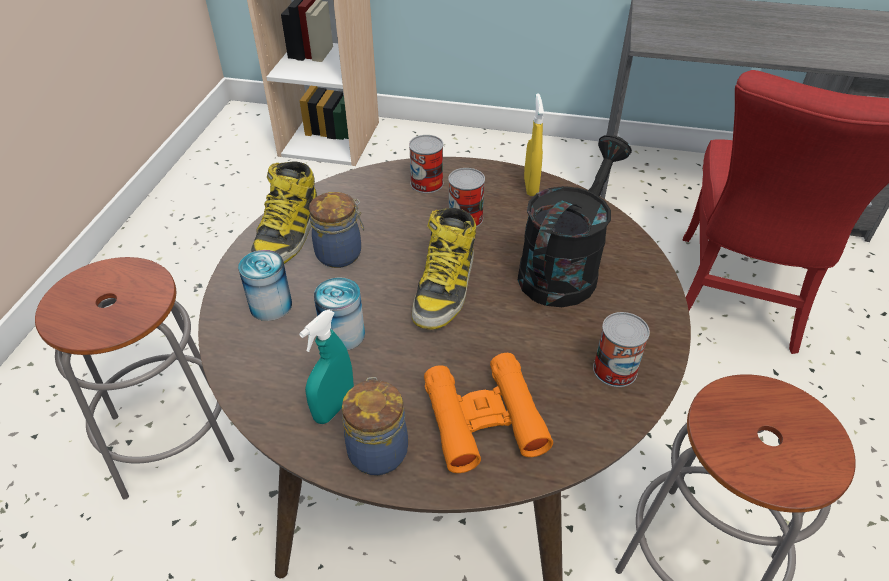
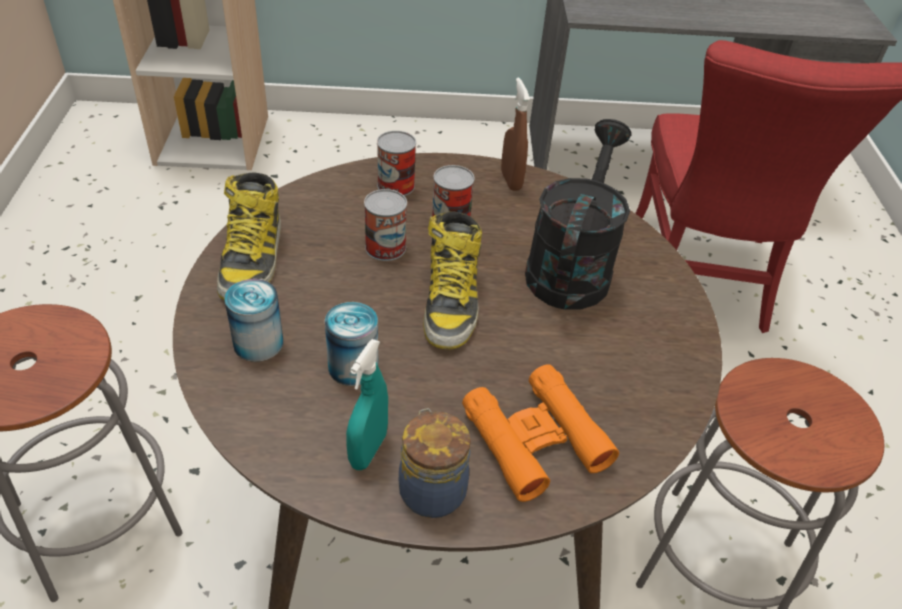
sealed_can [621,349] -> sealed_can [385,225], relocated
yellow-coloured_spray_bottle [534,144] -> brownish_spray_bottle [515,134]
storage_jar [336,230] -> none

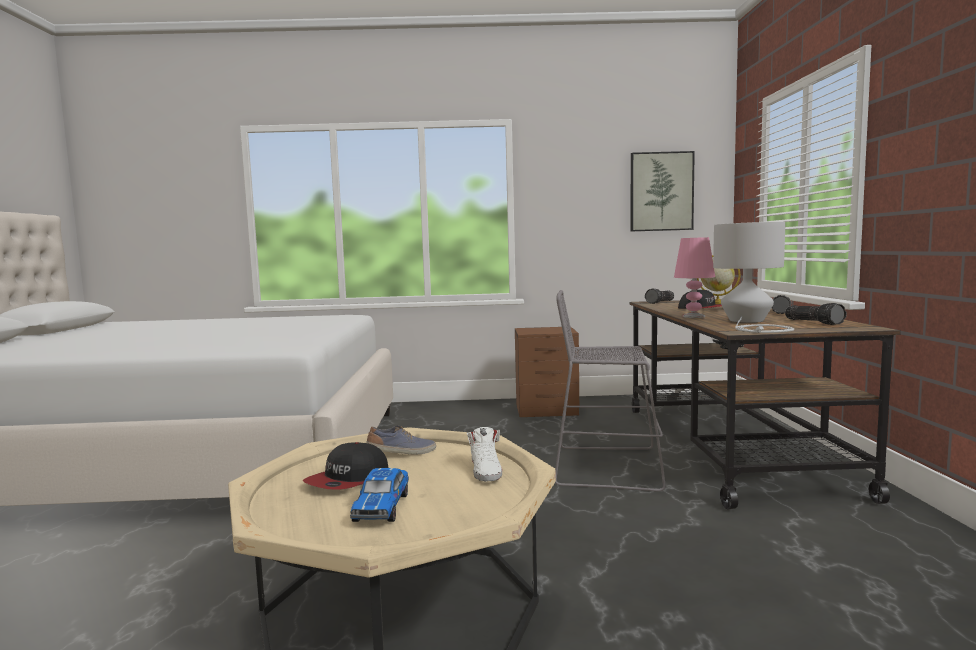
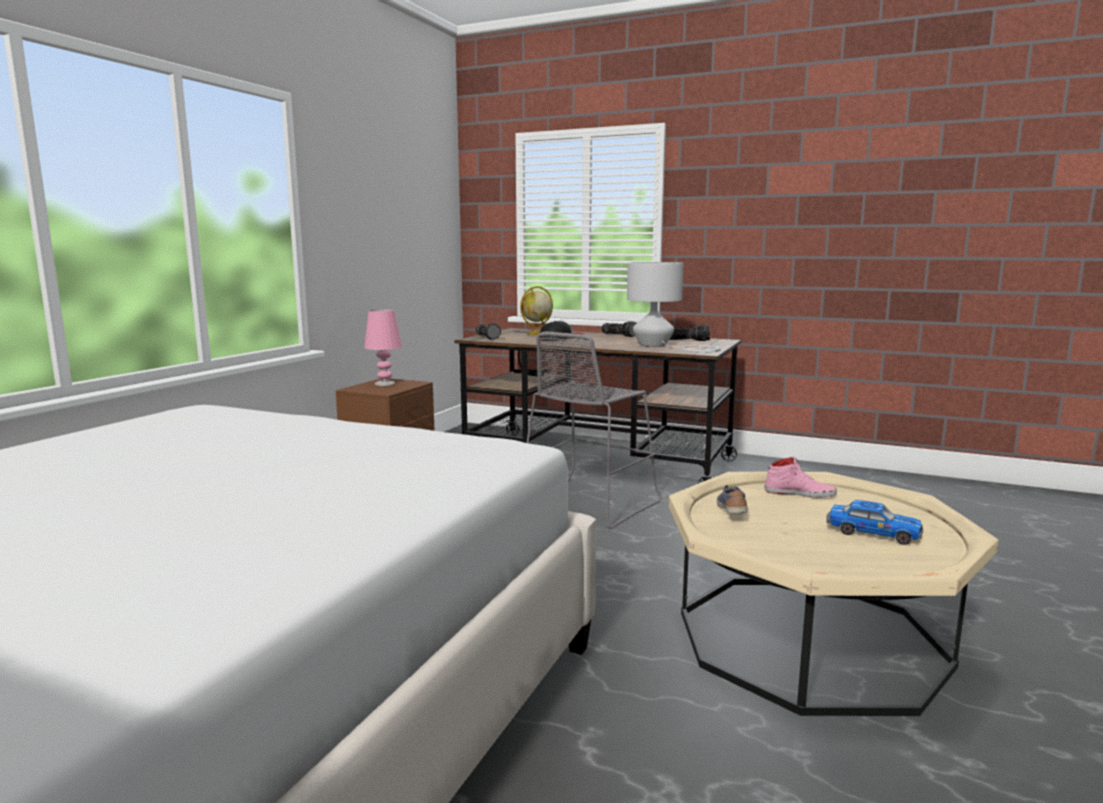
pinkish_tabletop_lamp [694,277] -> pinkish_tabletop_lamp [383,347], relocated
white-coloured_shoe [484,454] -> pinkish_shoe [801,477]
peaked_cap [345,466] -> none
wall_picture [663,191] -> none

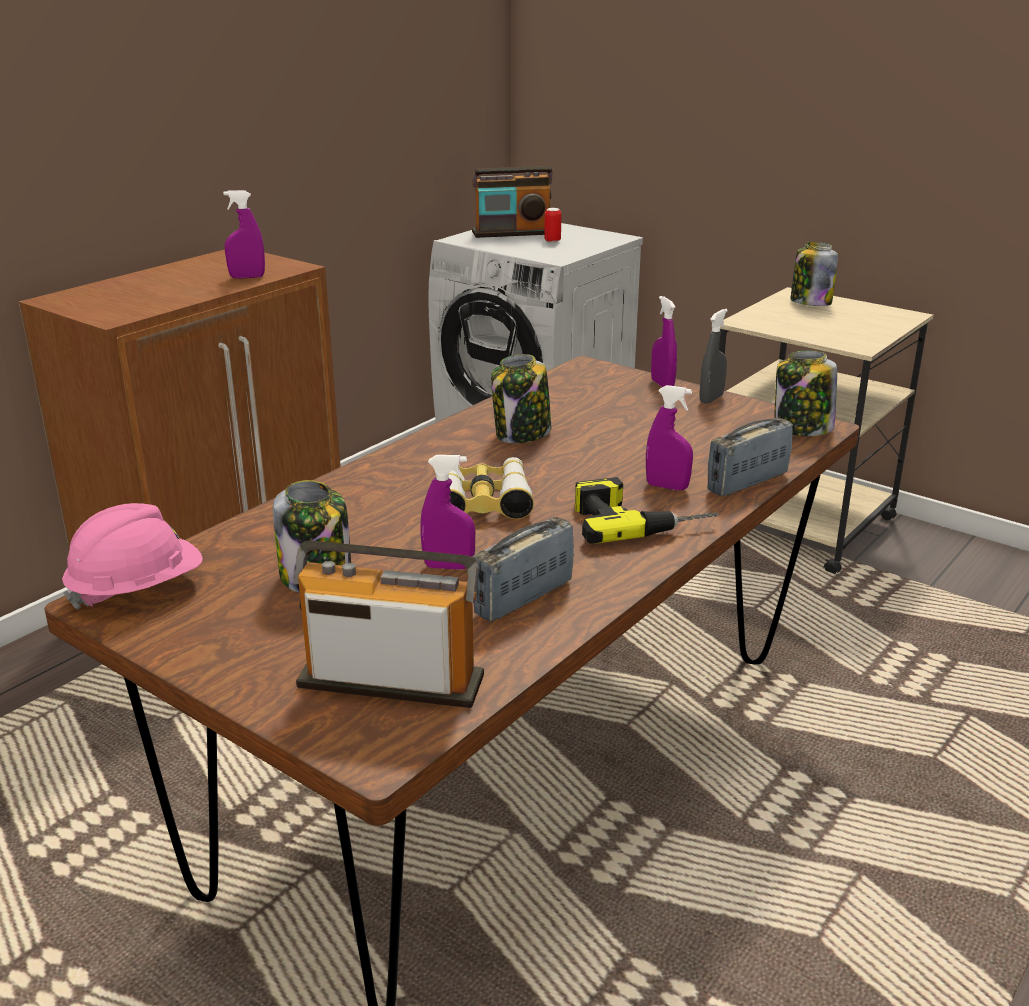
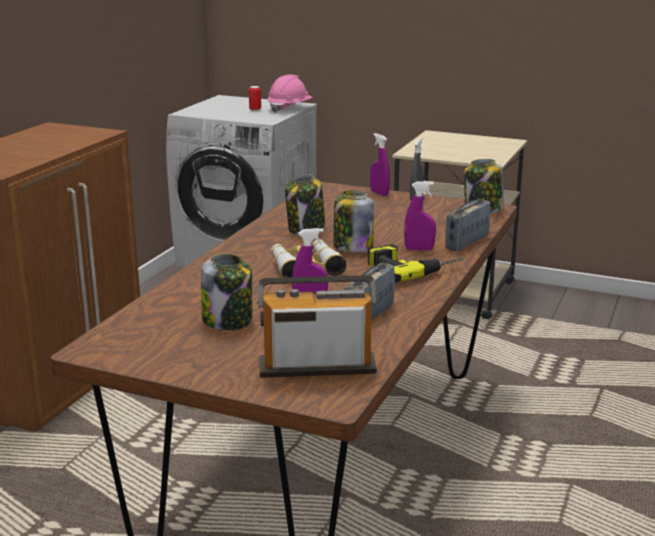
pinkish_hard_hat [132,556] -> pinkish_hard_hat [290,94], relocated
storage_jar [814,274] -> storage_jar [354,221], relocated
purple-coloured_spray_bottle [244,234] -> none
radio_receiver [512,202] -> none

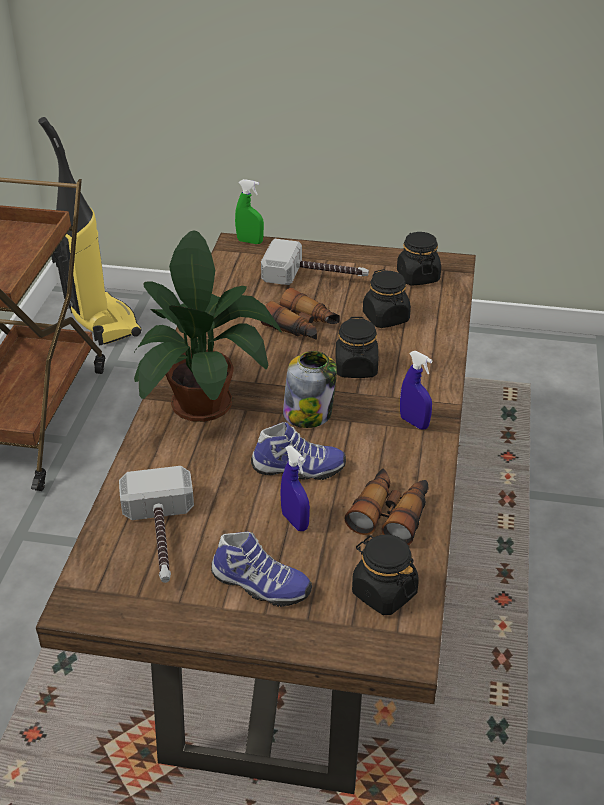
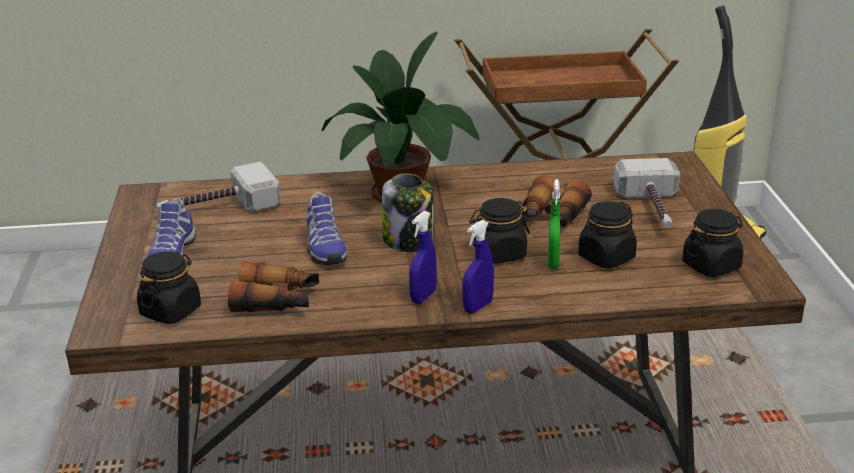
bluish_spray_bottle [295,488] -> bluish_spray_bottle [478,266], relocated
green-coloured_spray_bottle [249,211] -> green-coloured_spray_bottle [554,224], relocated

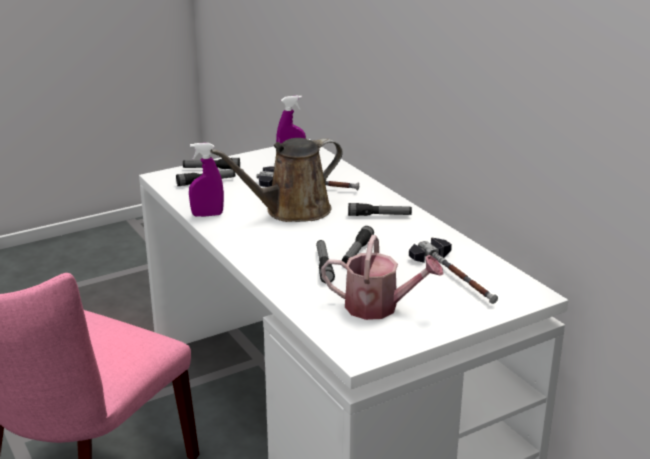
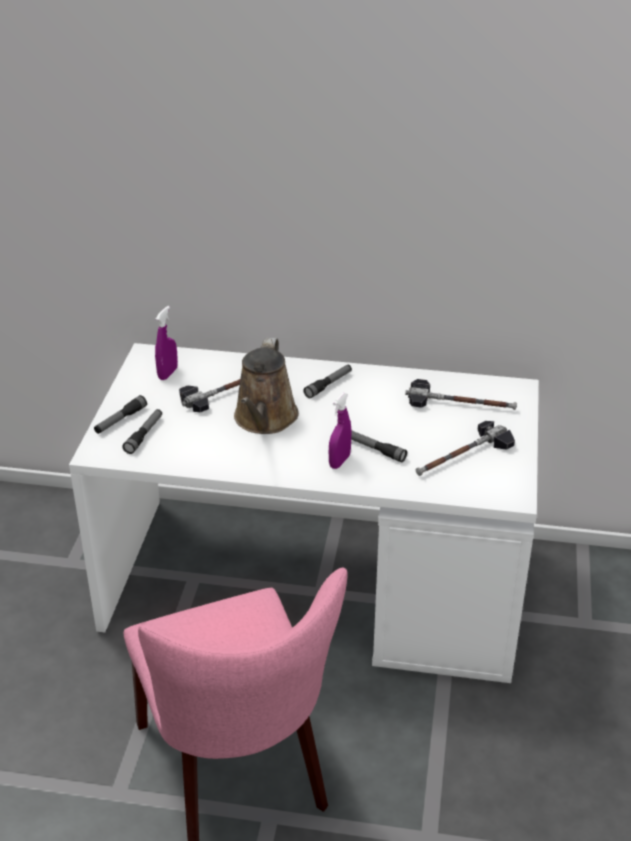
purple-coloured_spray_bottle [206,180] -> purple-coloured_spray_bottle [340,431], relocated
sprinkling_can [382,277] -> hammer [465,448]
hand_torch [358,244] -> none

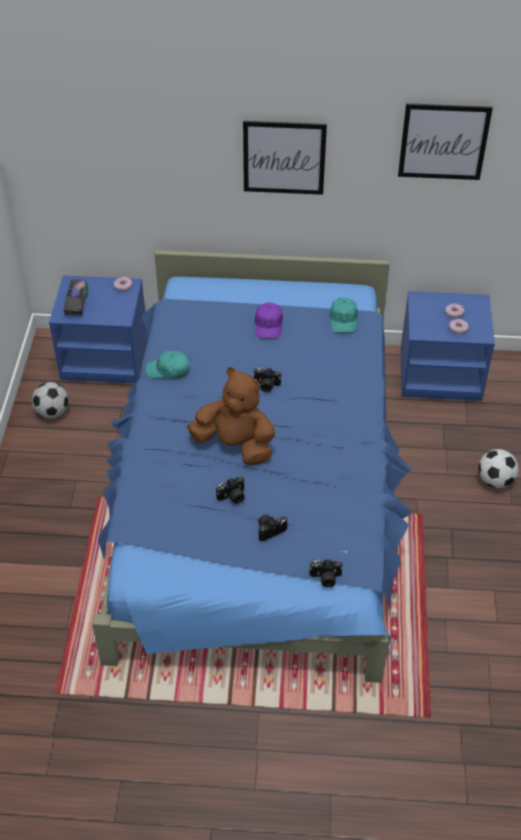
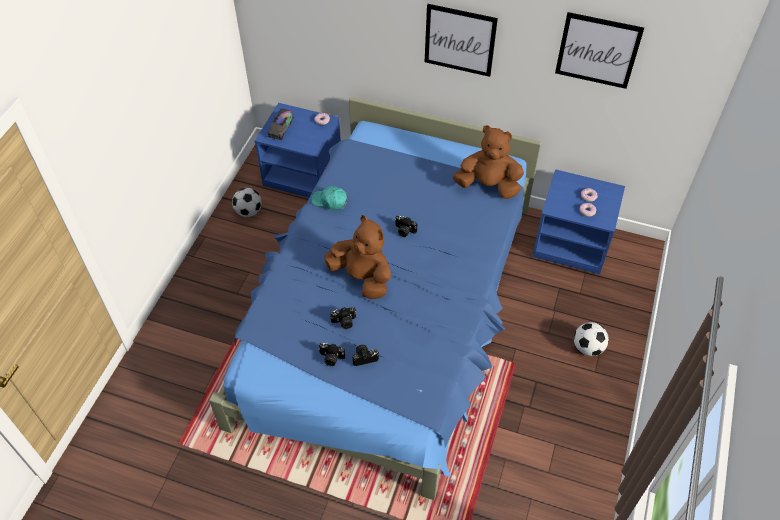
still_camera [326,573] -> still_camera [331,354], relocated
blue-green_peaked_cap [344,315] -> brownish_cuddly_toy [488,162]
purple-coloured_peaked_cap [269,320] -> none

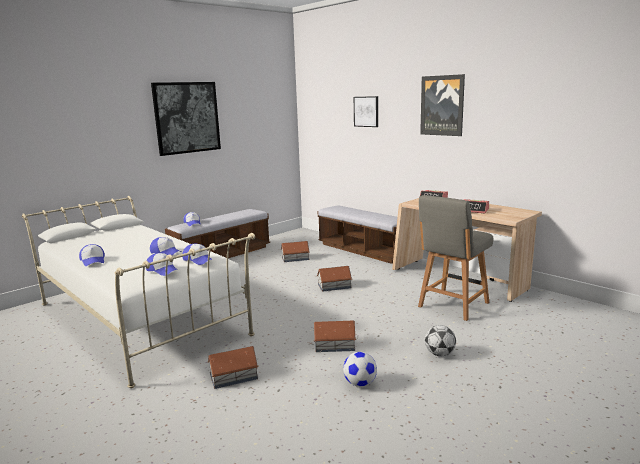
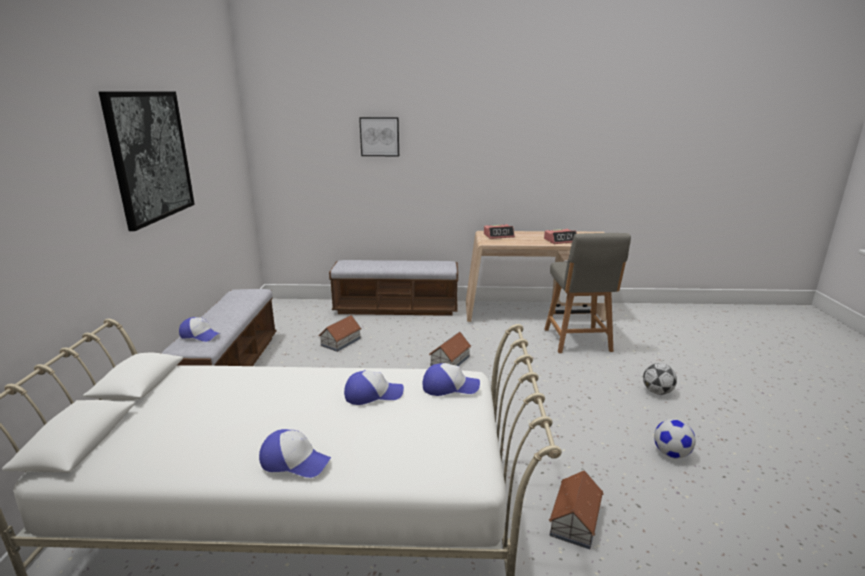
peaked_cap [162,264] -> none
toy_house [335,336] -> none
wall_picture [442,105] -> none

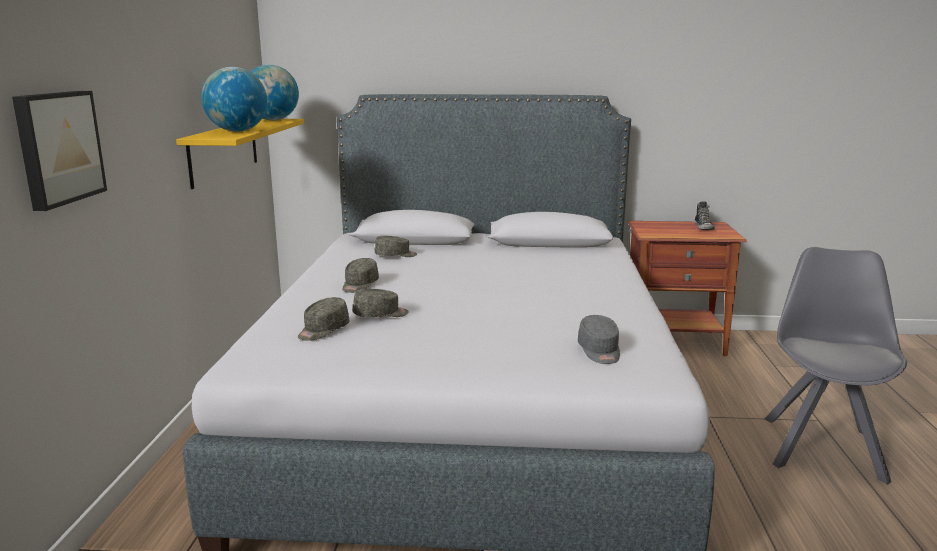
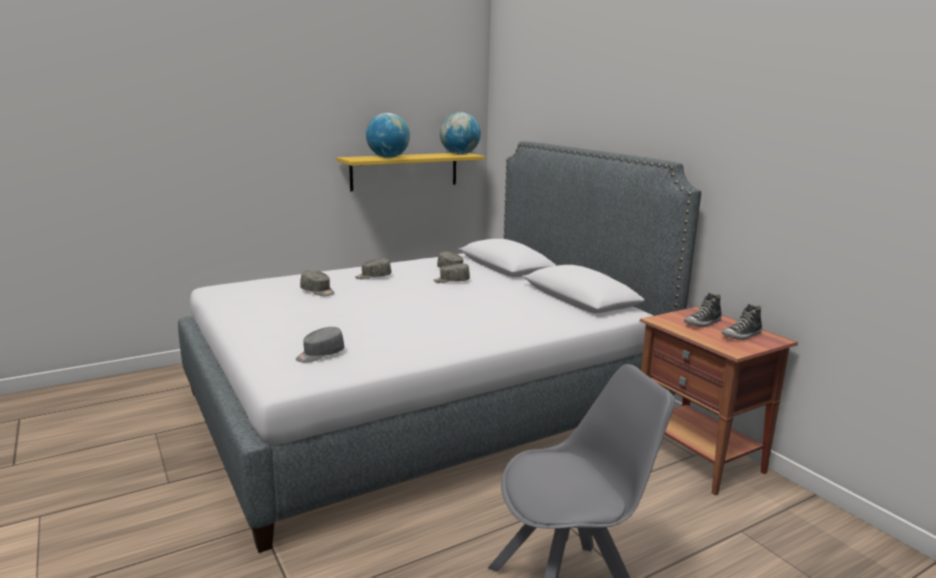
greyish_peaked_cap [323,319] -> greyish_peaked_cap [451,273], relocated
none -> shoe [703,310]
wall_picture [59,151] -> none

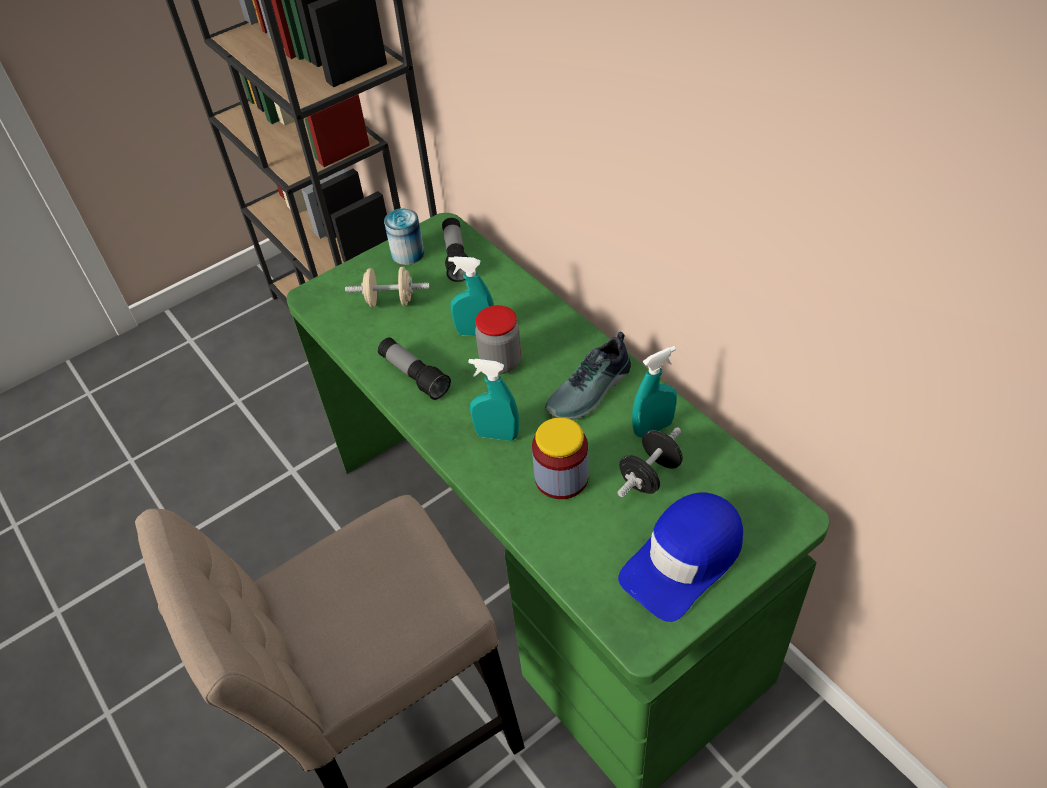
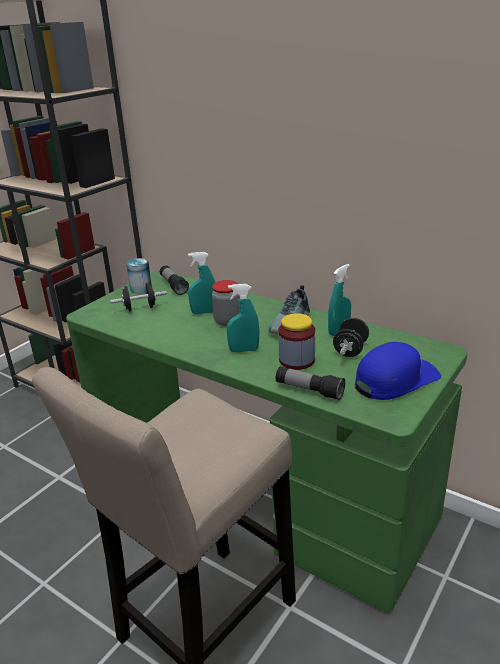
beige_free_weight [387,287] -> blackish_free_weight [138,297]
hand_torch [414,369] -> hand_torch [310,383], relocated
bluish_peaked_cap [680,557] -> bluish_peaked_cap [398,371], 150 degrees counterclockwise

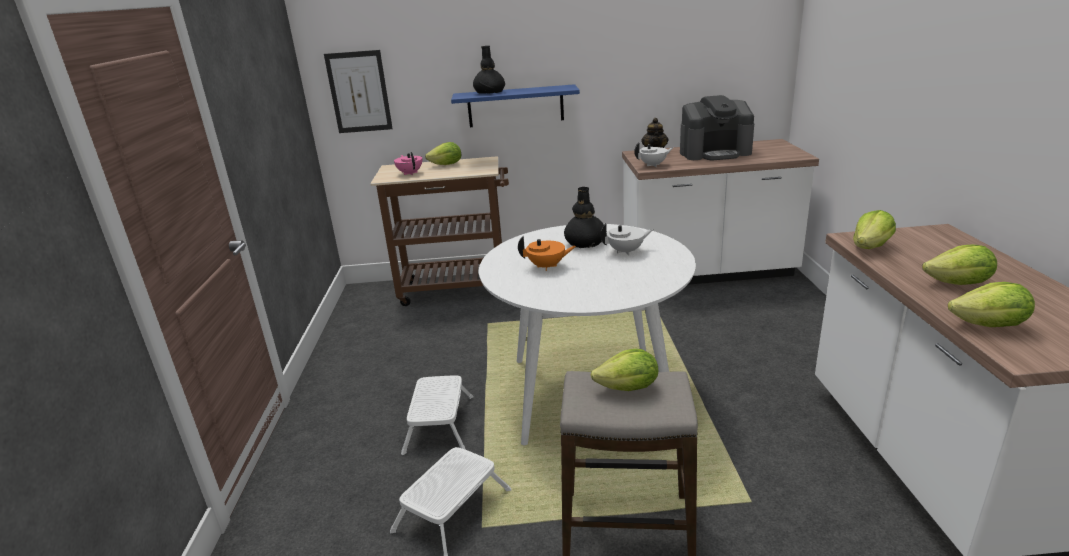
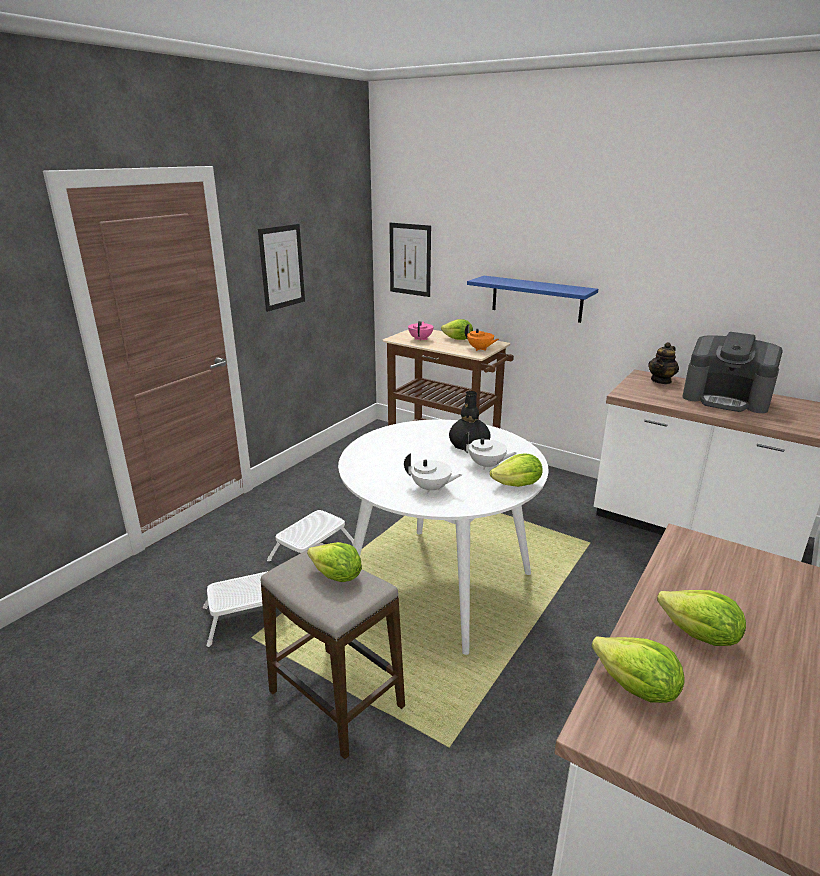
none -> wall_picture [281,268]
white-coloured_tea_pot [653,154] -> white-coloured_tea_pot [433,473], relocated
orange-coloured_tea_pot [547,253] -> orange-coloured_tea_pot [482,337], relocated
head_of_lettuce [874,229] -> head_of_lettuce [516,470], relocated
blackish_flower_vase [489,70] -> none

